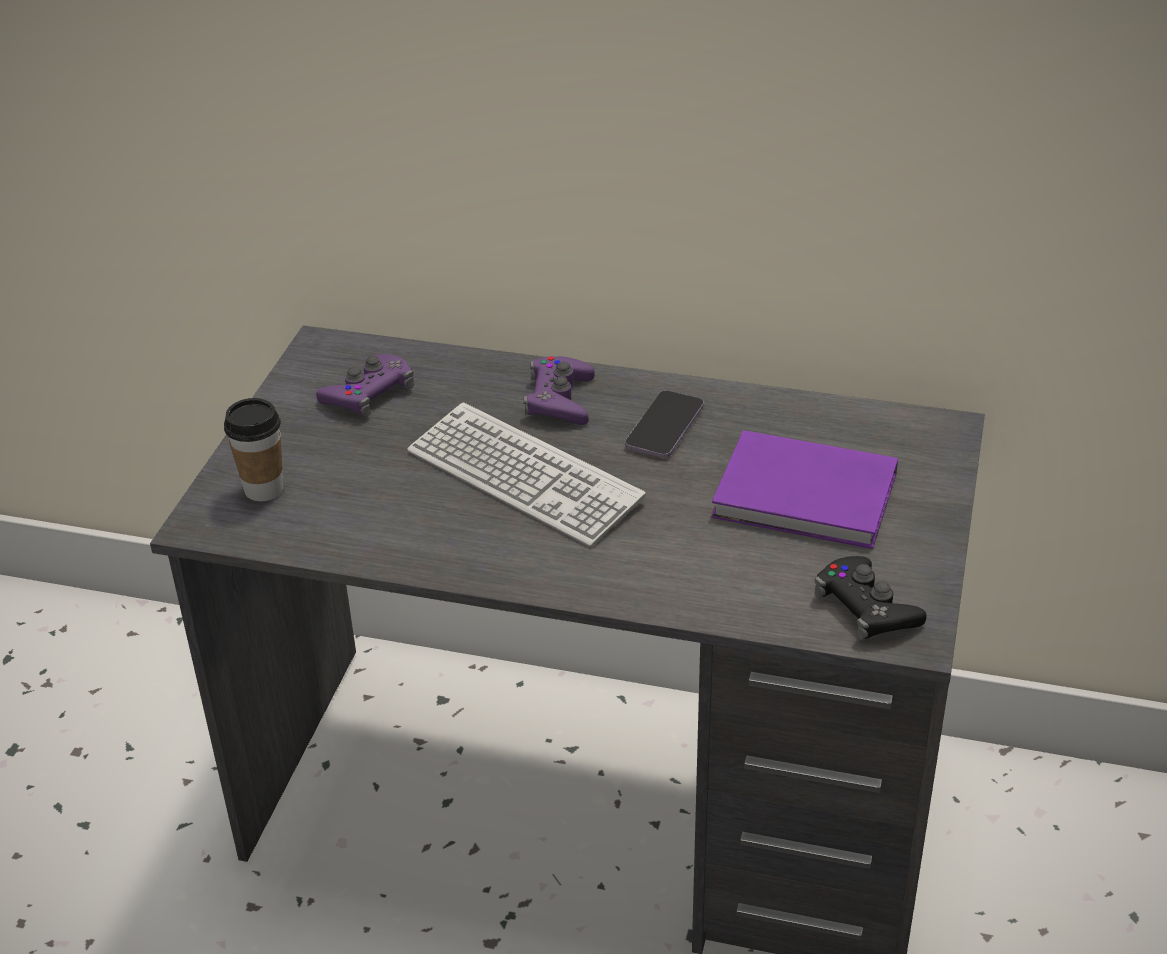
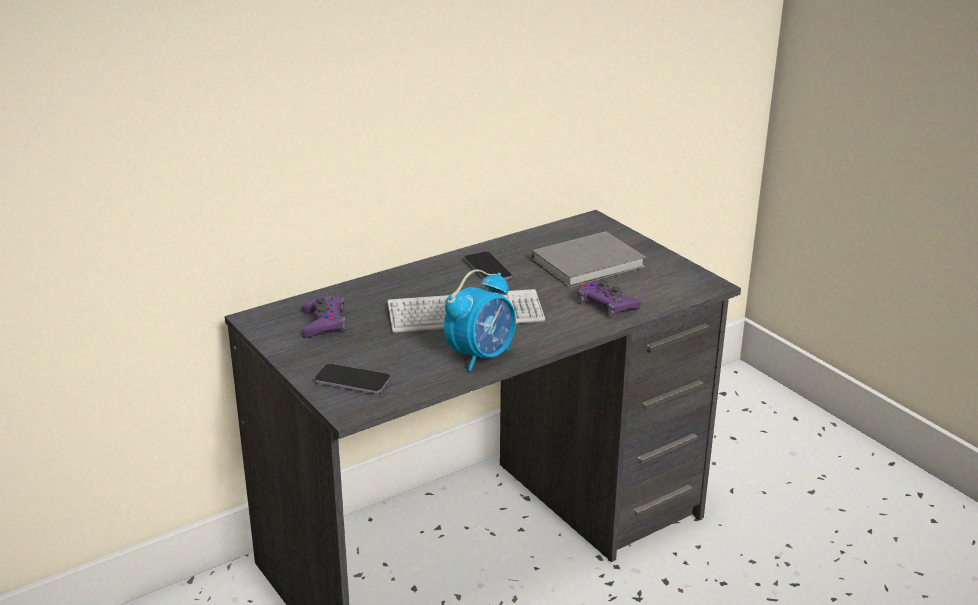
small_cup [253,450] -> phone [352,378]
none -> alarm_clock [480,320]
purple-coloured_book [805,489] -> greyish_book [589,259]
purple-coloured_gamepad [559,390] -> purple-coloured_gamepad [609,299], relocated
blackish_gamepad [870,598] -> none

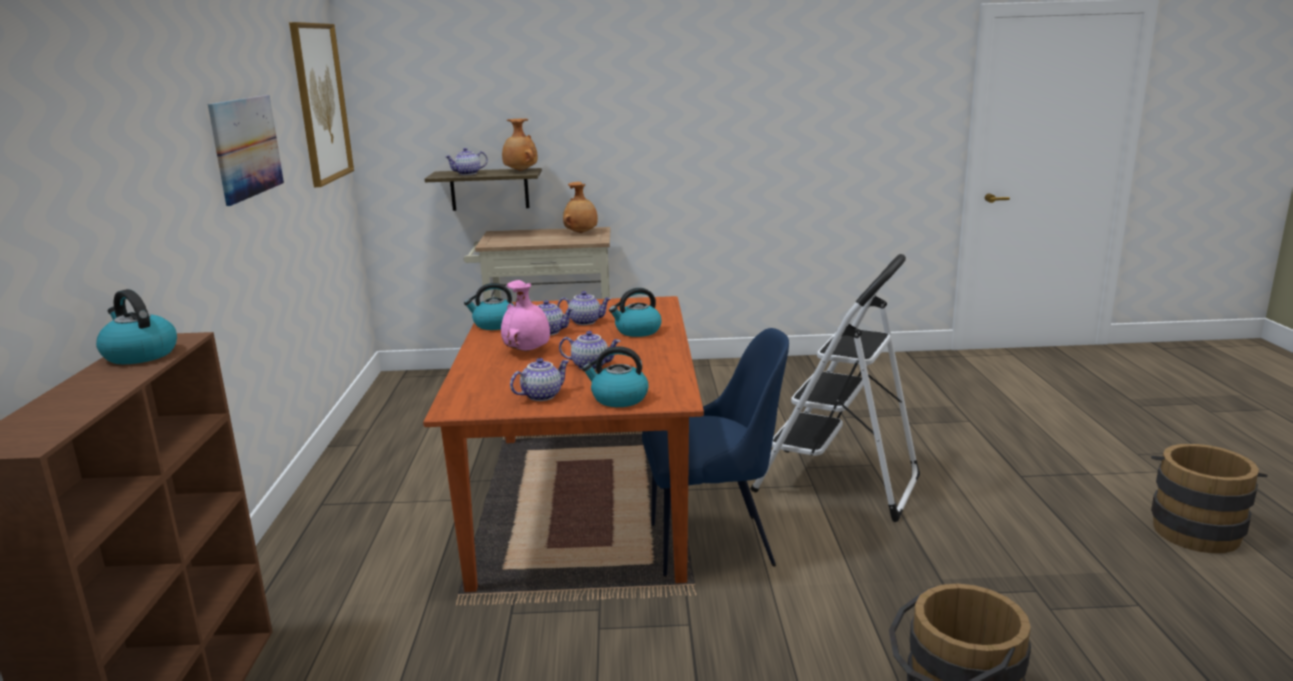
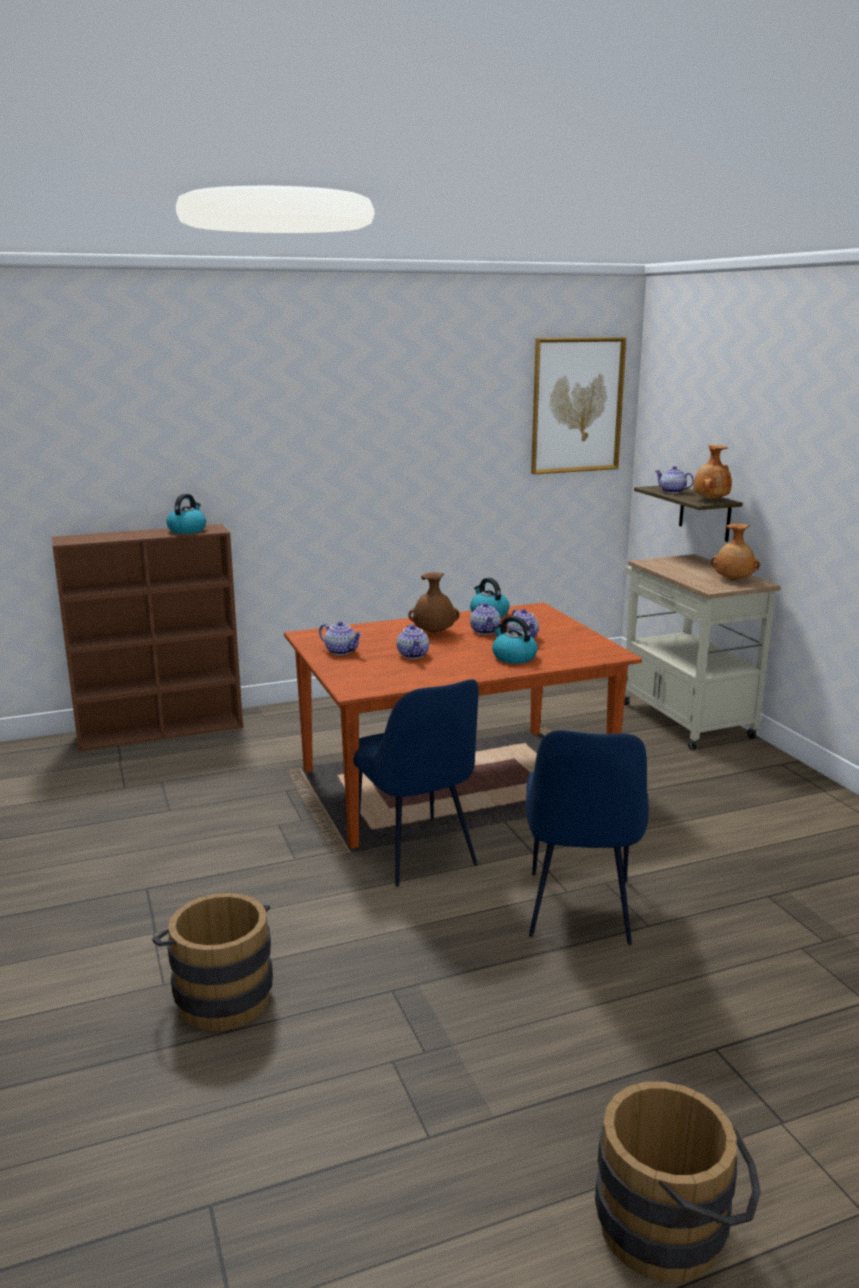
pinkish_flower_vase [525,316] -> brownish_flower_vase [434,602]
stepladder [835,388] -> bluish_plain_chair [587,837]
wall_picture [246,150] -> none
kettle [615,376] -> none

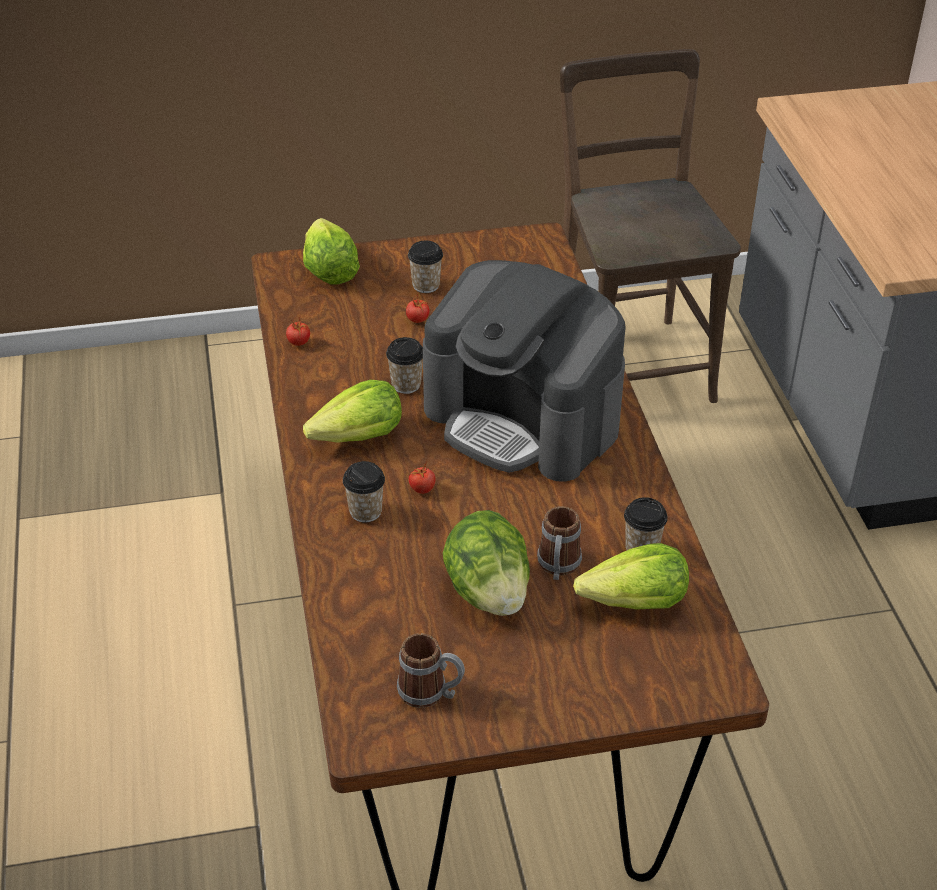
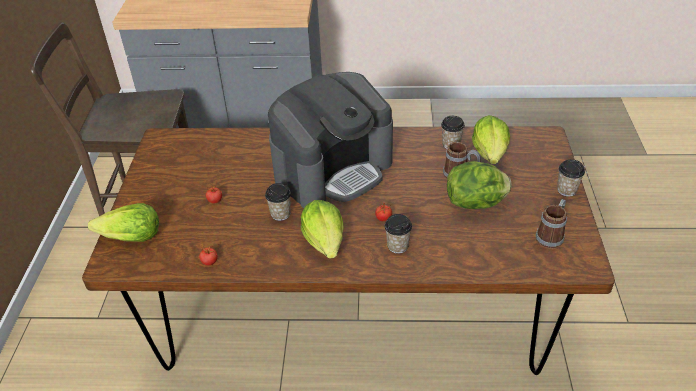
small_cup [425,267] -> small_cup [571,178], relocated

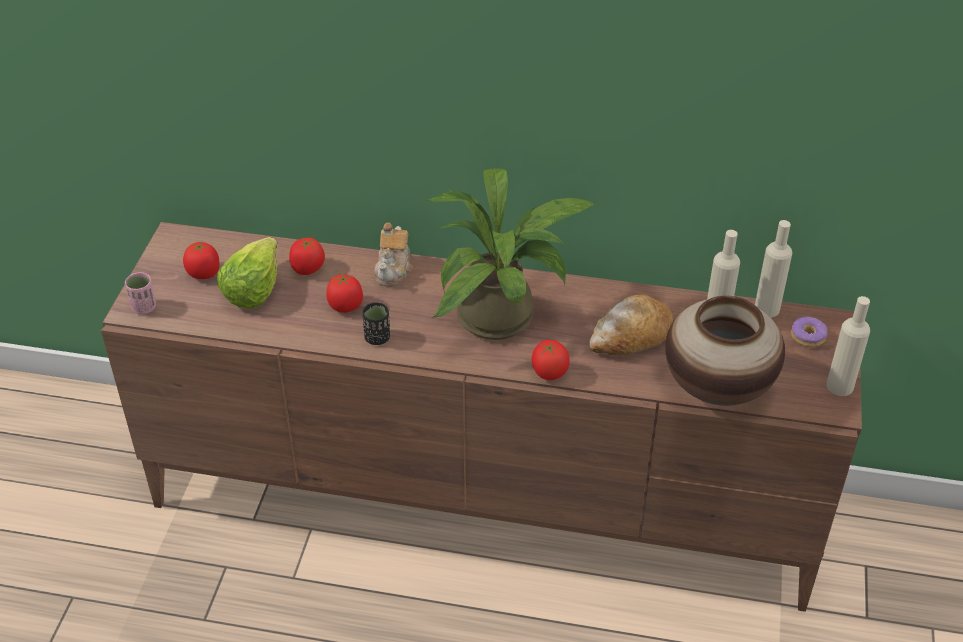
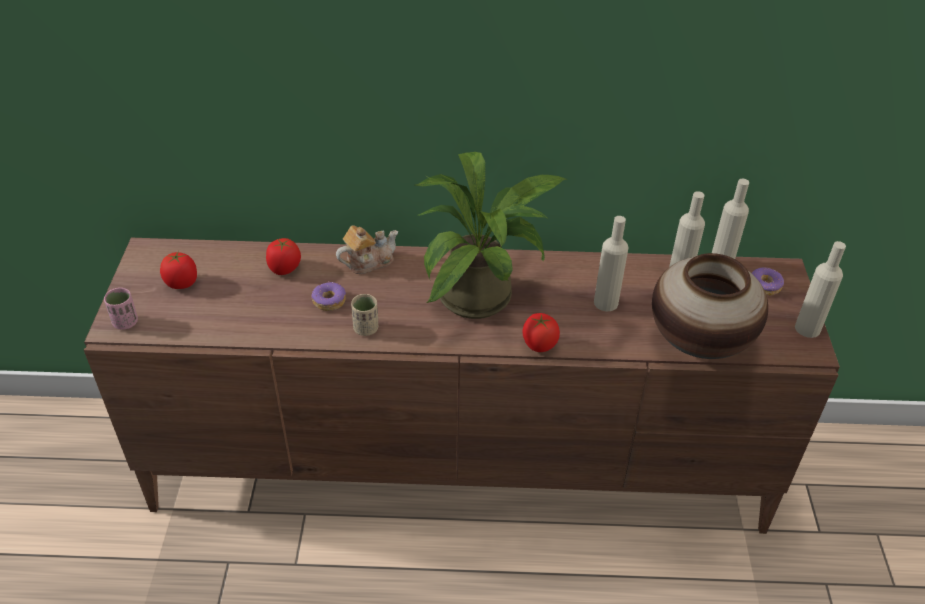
tomato [344,292] -> donut [328,296]
tea_pot [393,255] -> tea_pot [367,249], 120 degrees counterclockwise
blackish_small_cup [376,323] -> beige_small_cup [364,315]
bread [631,324] -> beige_drink_bottle [611,263]
head_of_lettuce [247,272] -> none

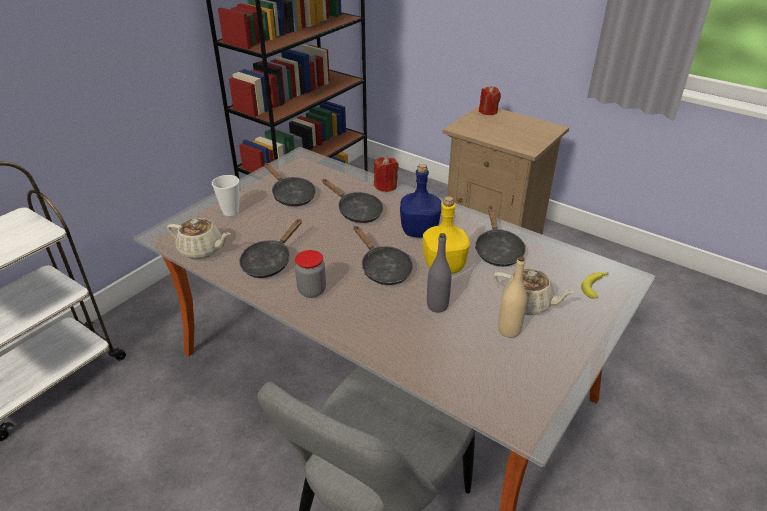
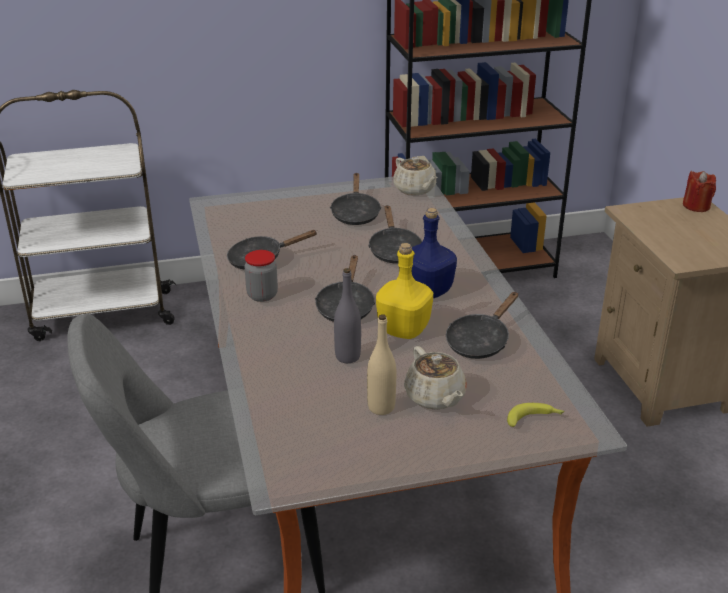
beige_tea_pot [199,238] -> beige_tea_pot [415,176], relocated
small_cup [225,195] -> none
red-coloured_wax_candle [386,174] -> none

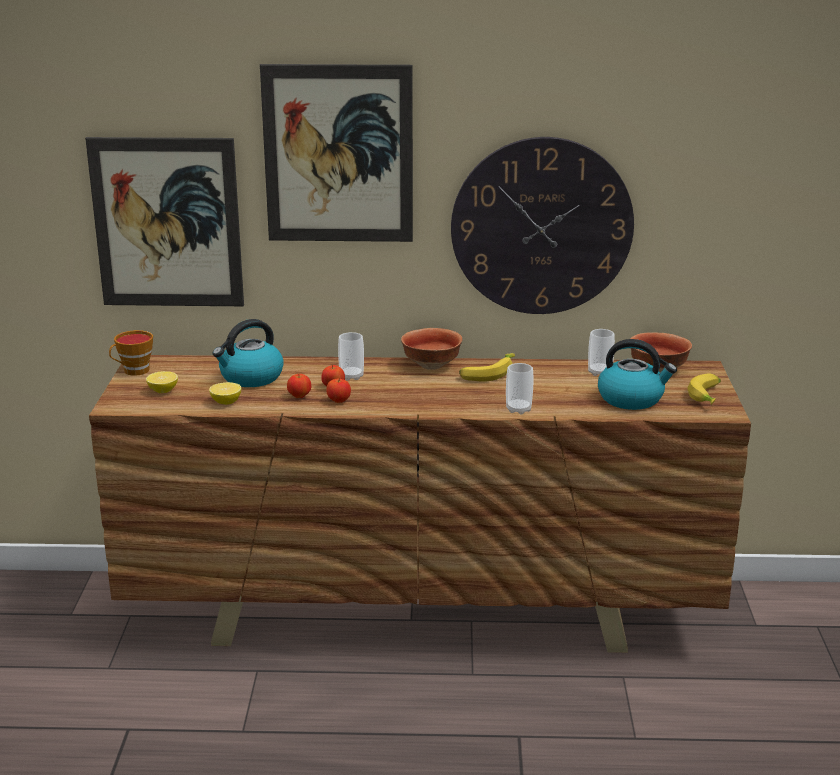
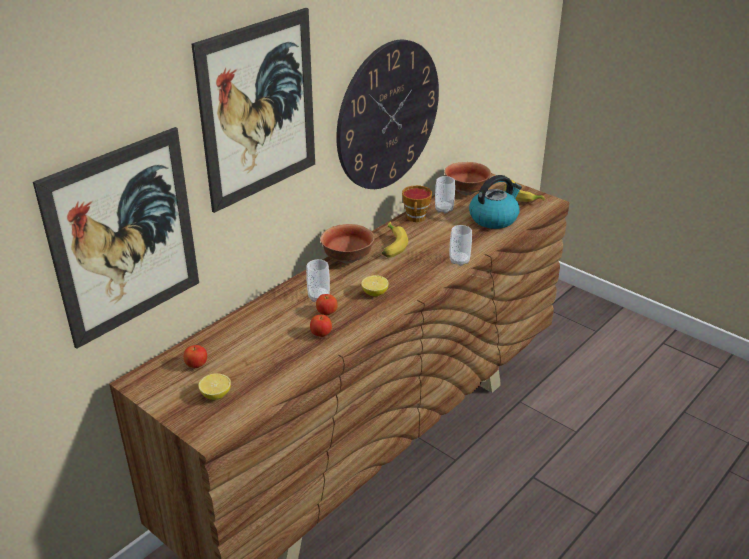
apple_fruit [338,391] -> apple_fruit [195,356], relocated
whole_lemon [225,393] -> whole_lemon [375,285], relocated
small_cup [131,353] -> small_cup [417,203], relocated
kettle [248,353] -> none

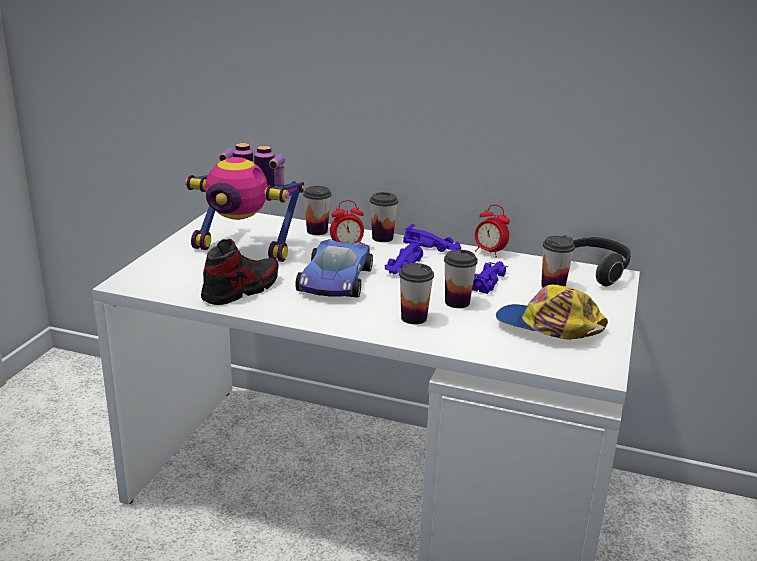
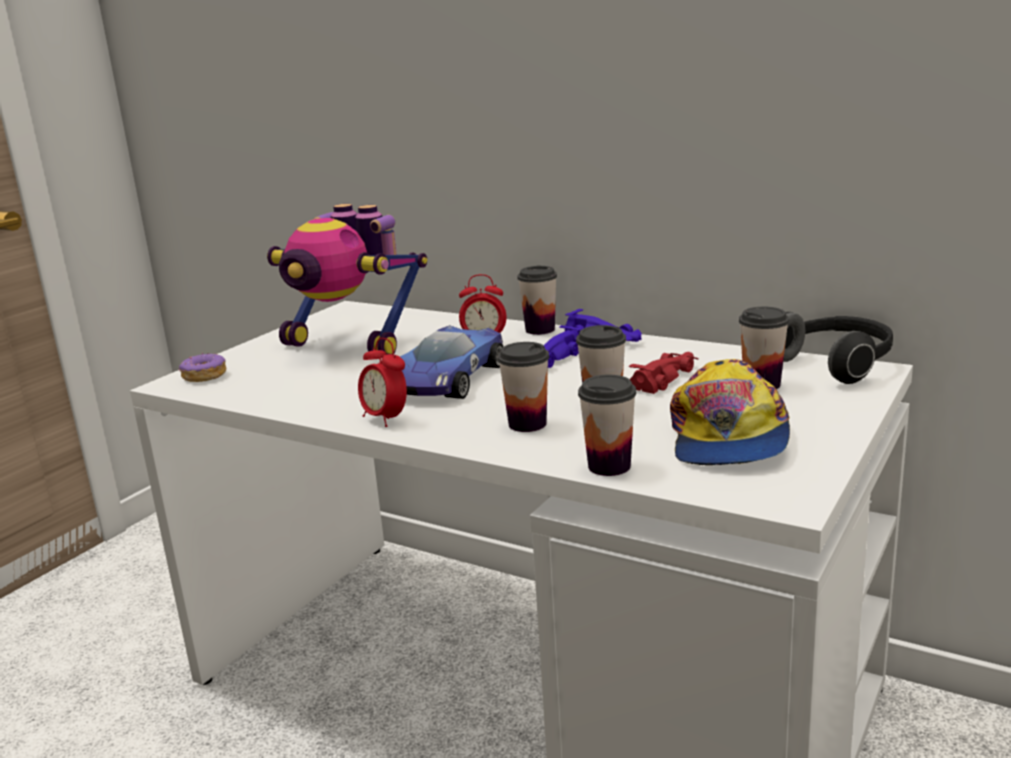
none -> donut [202,367]
alarm_clock [492,231] -> alarm_clock [382,382], relocated
small_cup [317,210] -> small_cup [607,425], relocated
purple-coloured_miniature_car [490,277] -> red-coloured_miniature_car [664,373]
peaked_cap [552,312] -> peaked_cap [730,412], 120 degrees counterclockwise
shoe [240,272] -> none

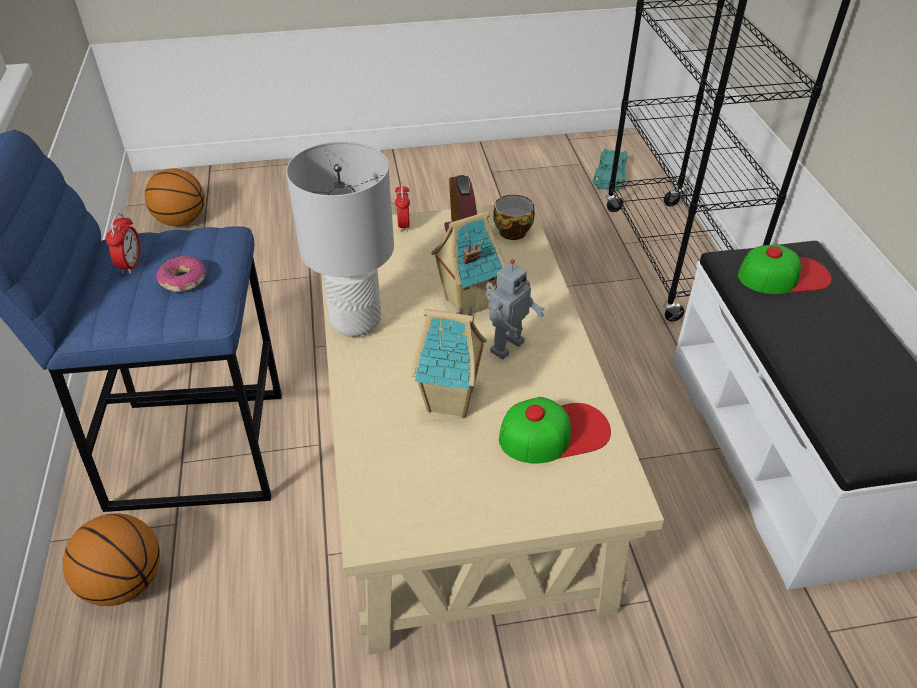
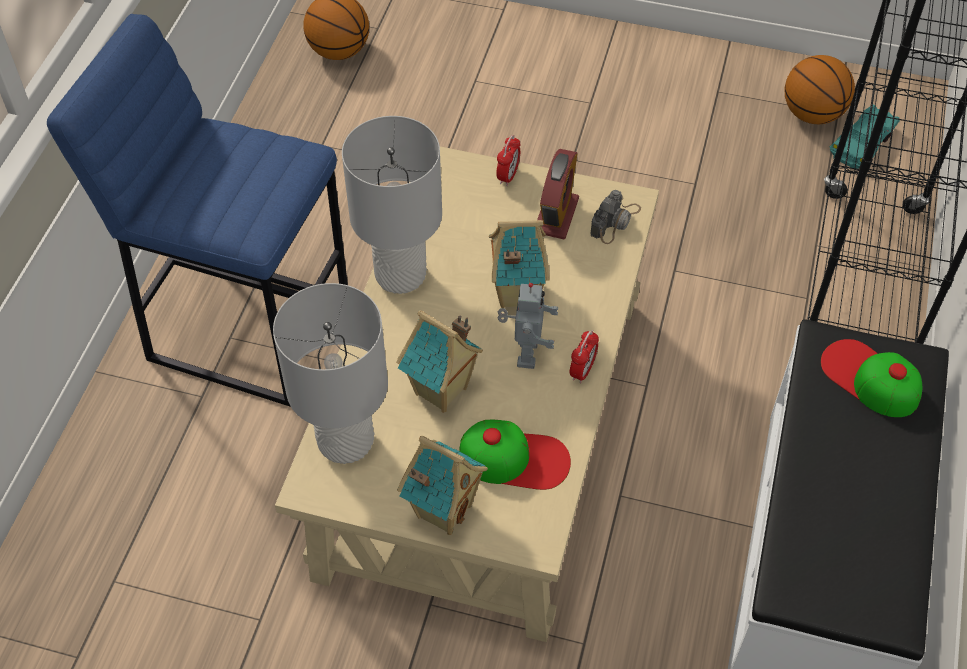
none -> greyish_tabletop_lamp [330,373]
none -> toy_house [442,485]
toy_robot [515,309] -> toy_robot [528,326], 60 degrees counterclockwise
alarm_clock [123,243] -> alarm_clock [584,356], relocated
small_cup [514,217] -> still_camera [615,217]
ball_for_basketball [111,559] -> ball_for_basketball [820,89], relocated
peaked_cap [785,269] -> peaked_cap [871,378], 150 degrees counterclockwise
donut [181,274] -> none

